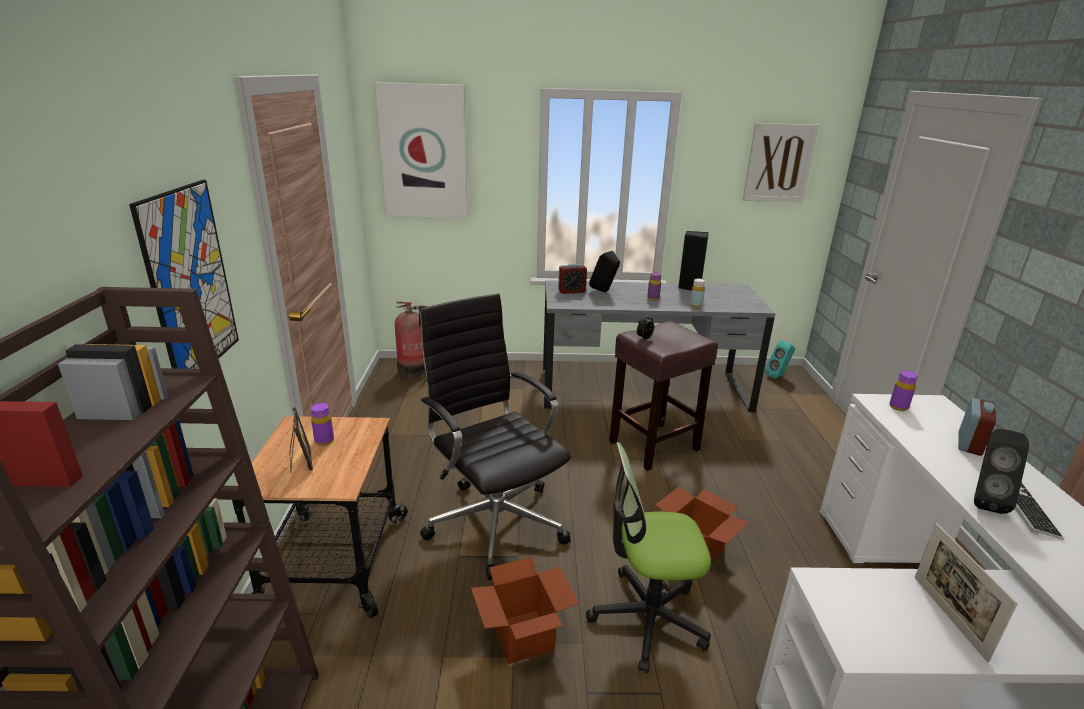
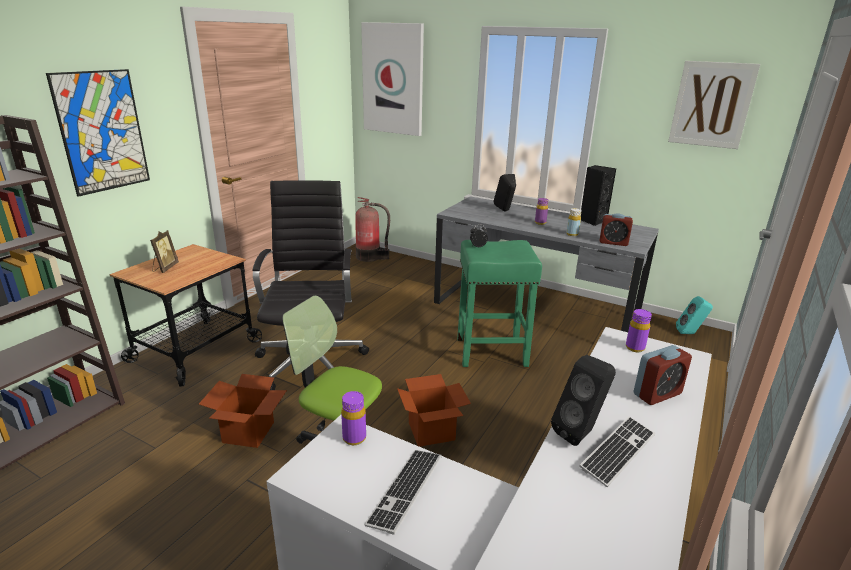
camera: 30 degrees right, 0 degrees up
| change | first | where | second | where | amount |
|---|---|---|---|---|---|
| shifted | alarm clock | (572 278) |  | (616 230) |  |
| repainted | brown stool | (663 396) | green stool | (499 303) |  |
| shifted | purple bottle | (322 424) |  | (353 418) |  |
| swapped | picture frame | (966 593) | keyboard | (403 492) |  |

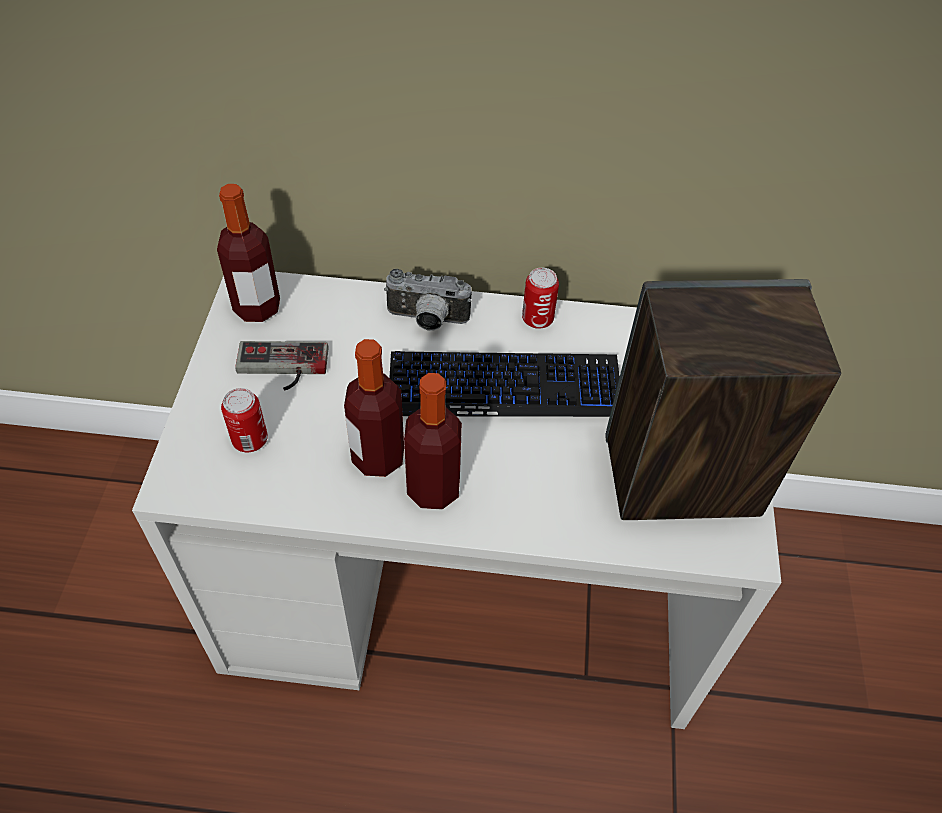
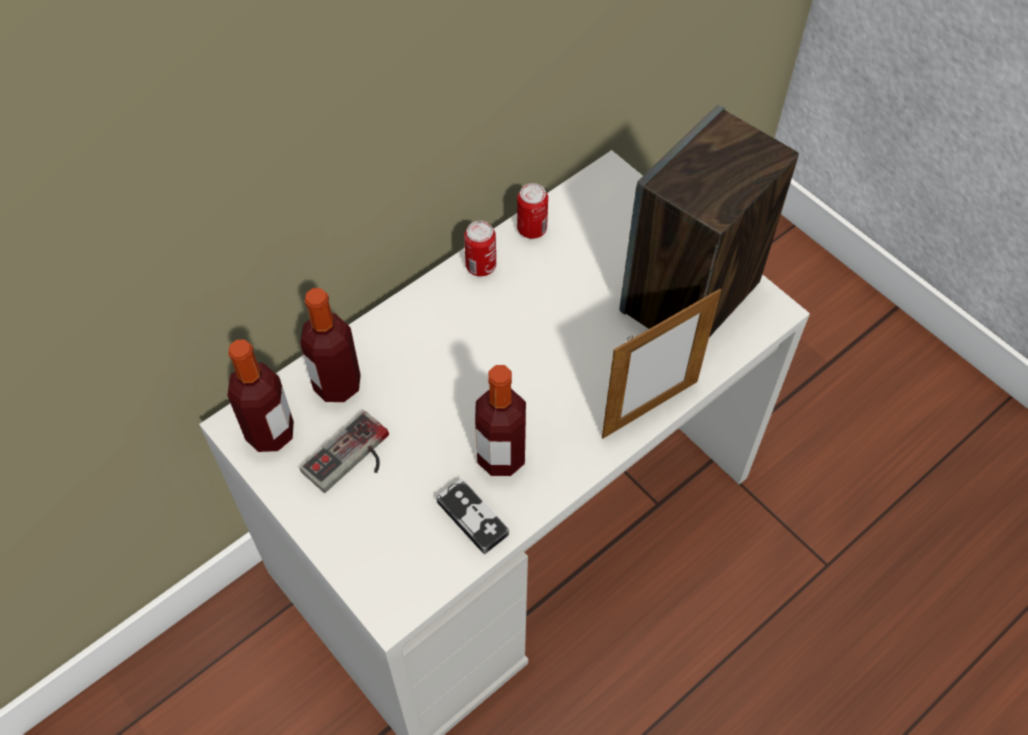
camera: 45 degrees left, 5 degrees up
| change | first | where | second | where | amount |
|---|---|---|---|---|---|
| gone | photo camera | (428 300) |  |  |  |
| gone | keyboard | (505 384) |  |  |  |
| shifted | bottle | (433 441) |  | (330 345) |  |
| shifted | can | (244 420) |  | (532 211) |  |
| new |  |  | picture frame | (661 363) |  |
| new |  |  | game controller | (472 516) |  |

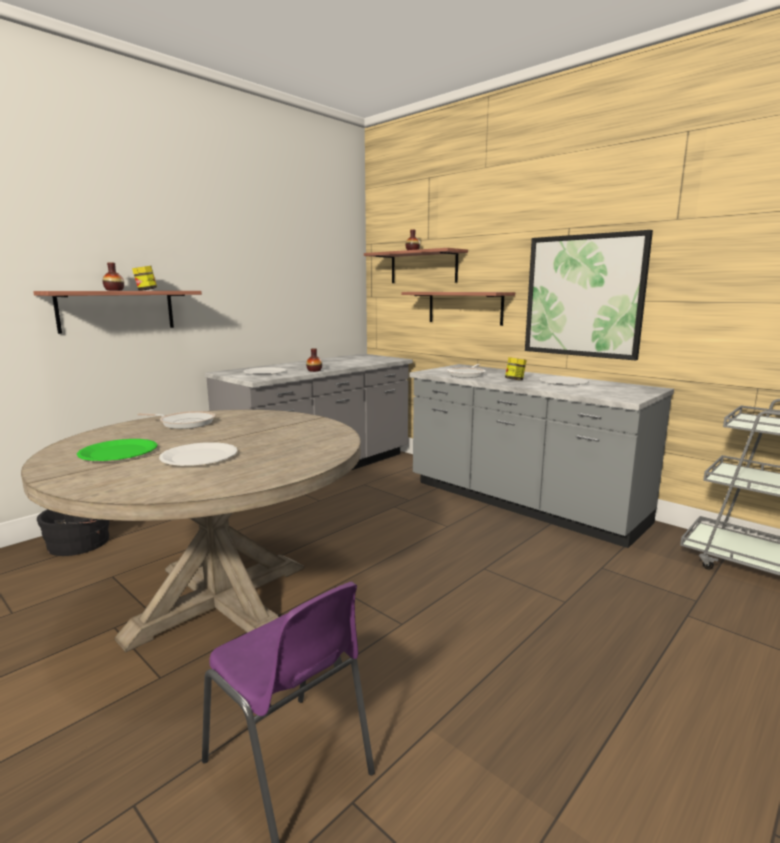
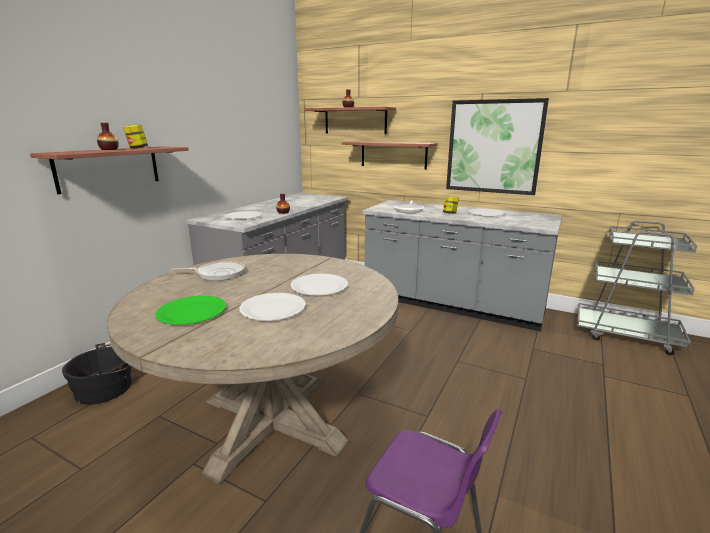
camera: 15 degrees left, 5 degrees up
| change | first | where | second | where | amount |
|---|---|---|---|---|---|
| new |  |  | white plate | (319 284) |  |

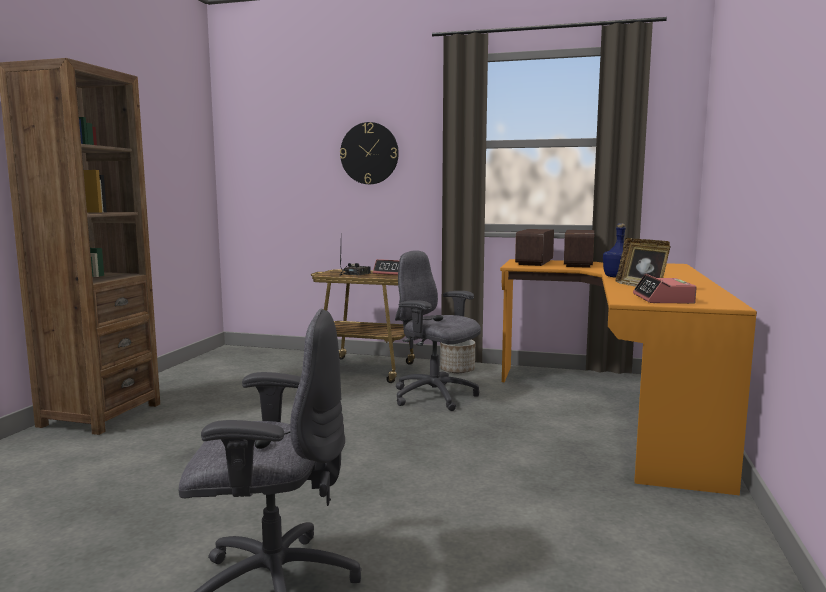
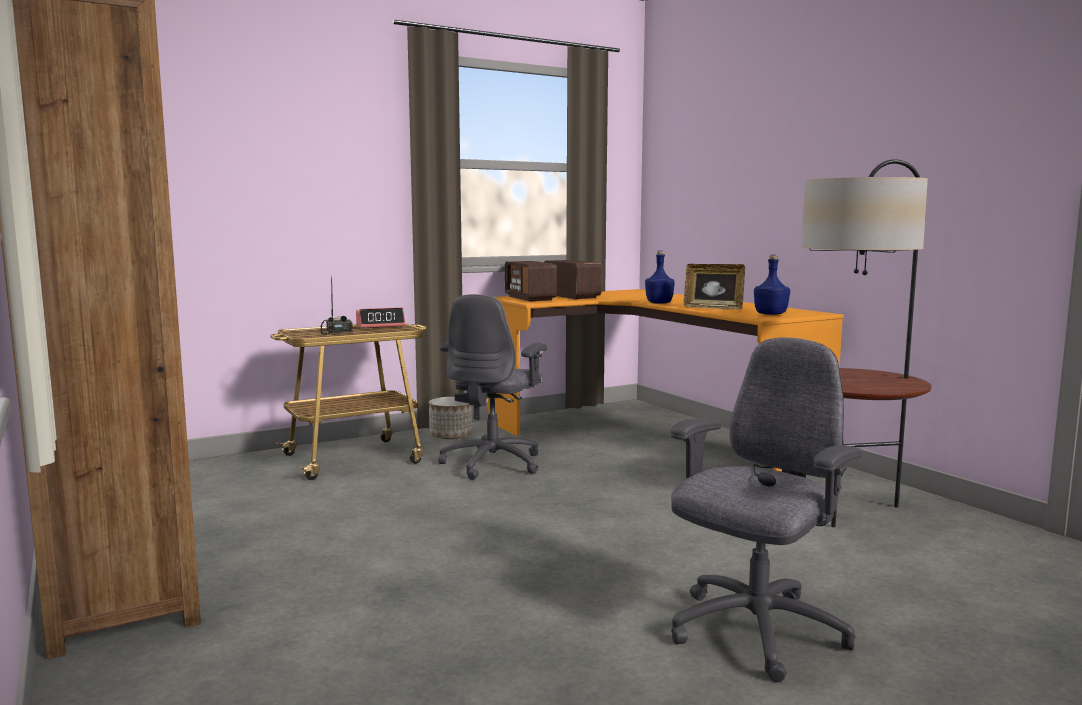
camera: 45 degrees left, 0 degrees up
| change | first | where | second | where | amount |
|---|---|---|---|---|---|
| gone | wall clock | (369 153) |  |  |  |
| rotated | grey office chair | (438 330) |  | (492 387) | 60 degrees counterclockwise |
| swapped | alarm clock | (665 289) | blue bottle | (772 285) |  |
| new |  |  | floor lamp | (866 343) |  |

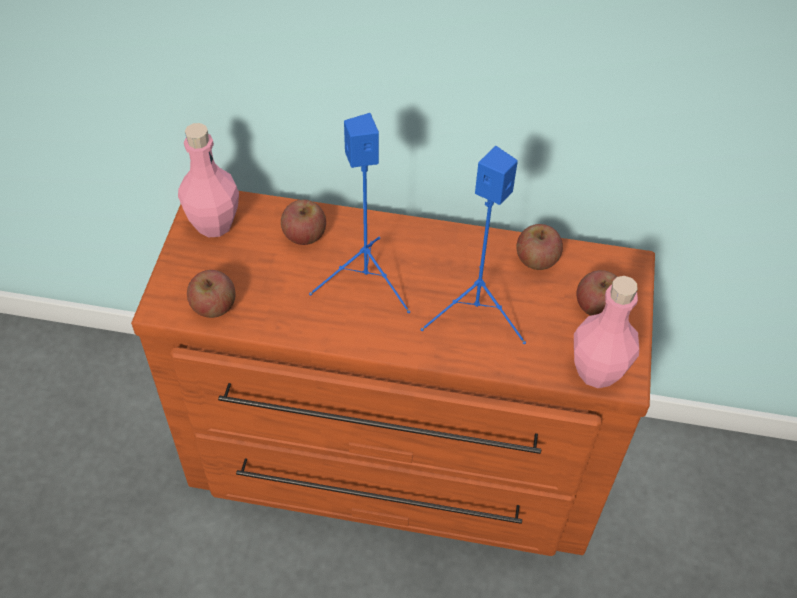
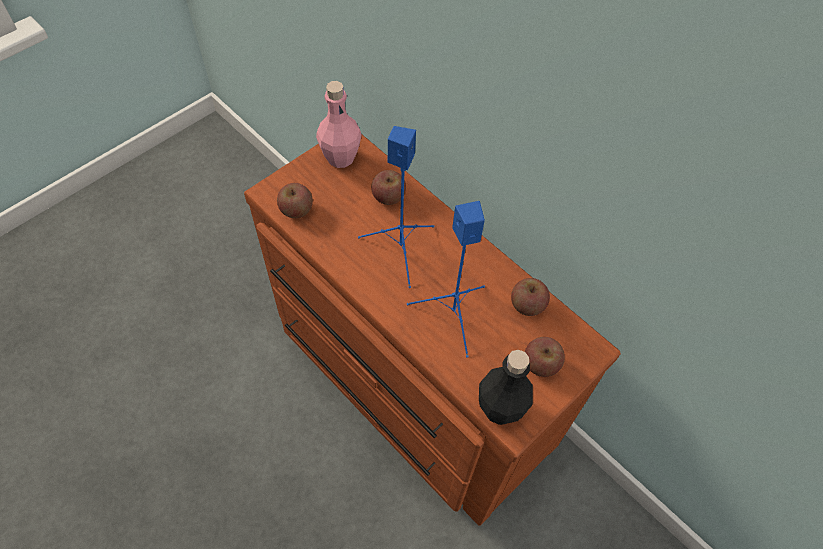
camera: 35 degrees right, 5 degrees up
| change | first | where | second | where | amount |
|---|---|---|---|---|---|
| repainted | pink bottle | (606 332) | black bottle | (506 387) |  |

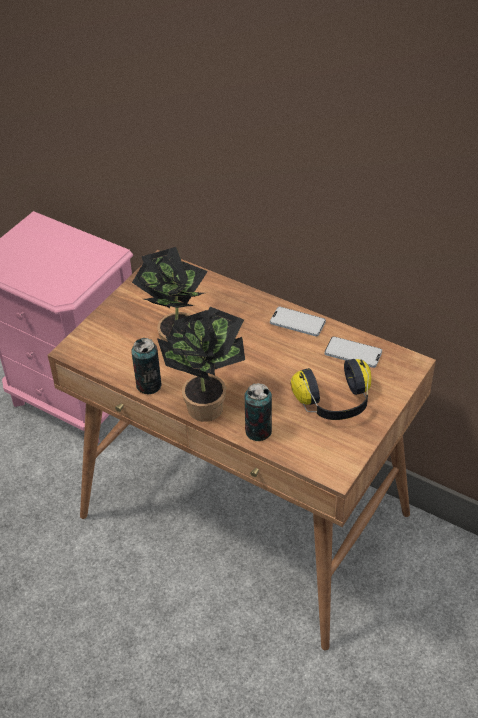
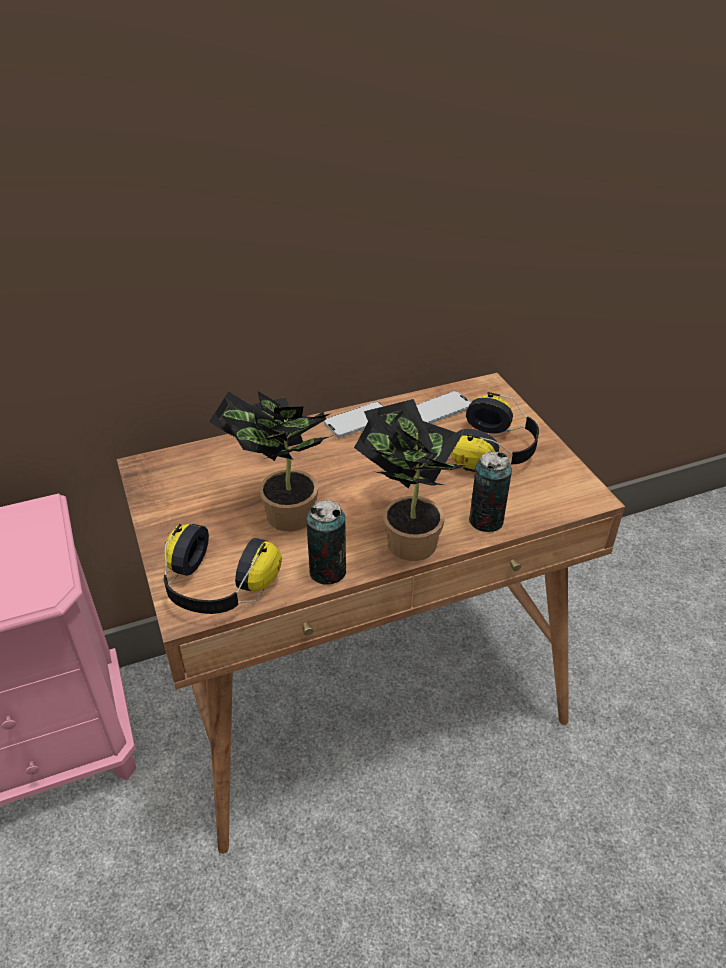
camera: 55 degrees left, 5 degrees down
| change | first | where | second | where | amount |
|---|---|---|---|---|---|
| new |  |  | headphones | (223 569) |  |

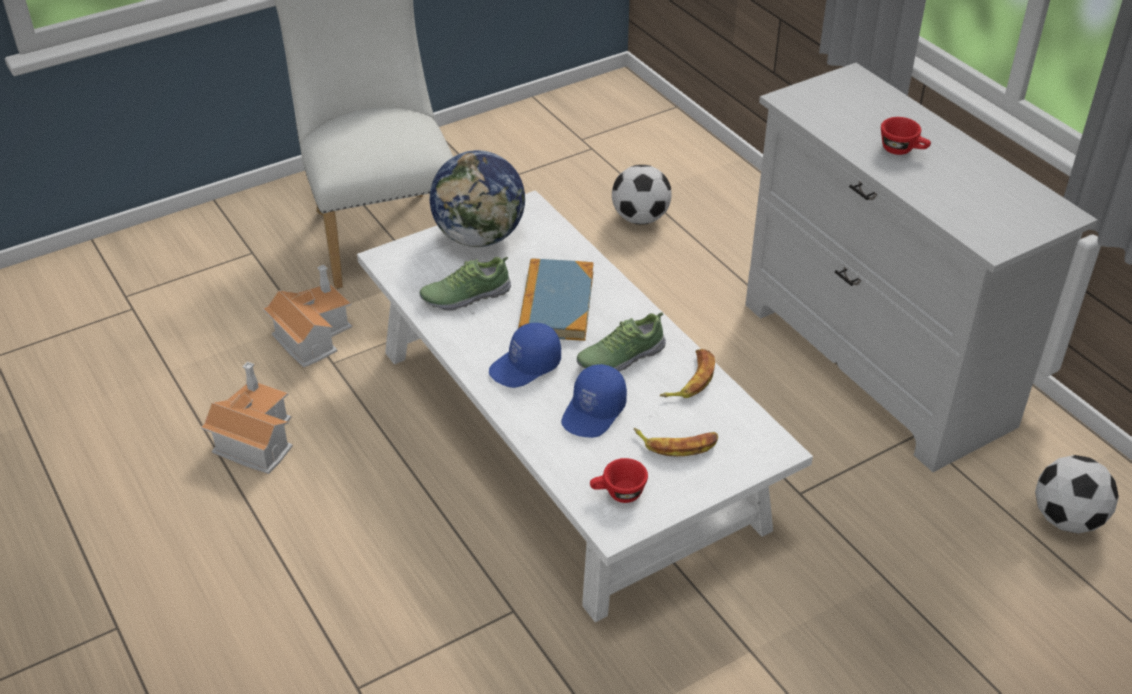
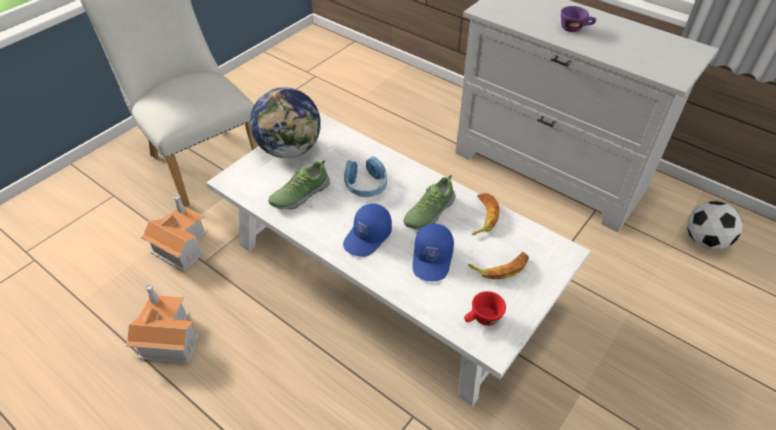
camera: 20 degrees left, 5 degrees up
| change | first | where | second | where | amount |
|---|---|---|---|---|---|
| repainted | red cup | (906 136) | purple cup | (578 19) |  |
| gone | football | (642 194) |  |  |  |
| swapped | book | (556 299) | blue headphones | (365 176) |  |

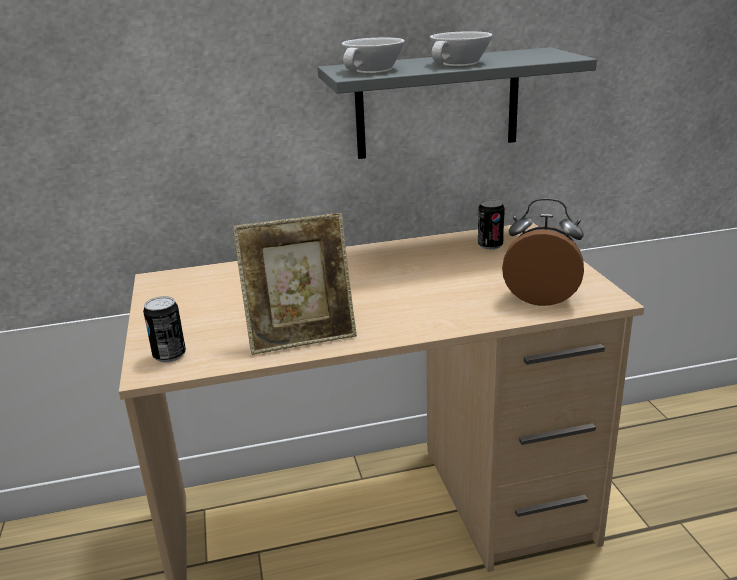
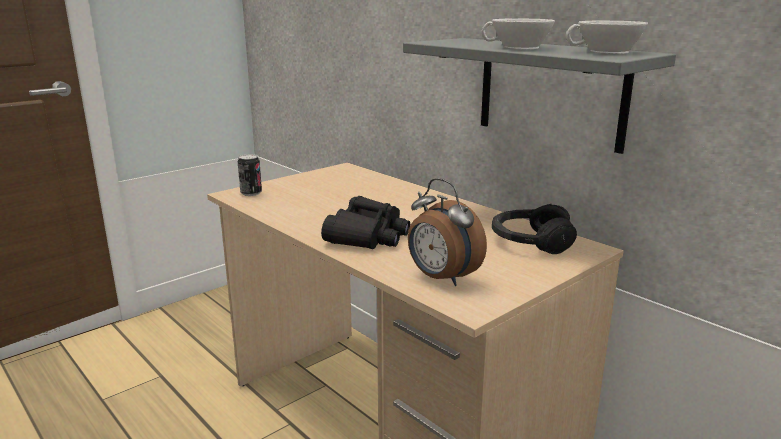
camera: 60 degrees right, 5 degrees down
| change | first | where | second | where | amount |
|---|---|---|---|---|---|
| shifted | white cup | (373 55) |  | (607 37) |  |
| rotated | alarm clock | (543 252) |  | (447 232) | 150 degrees clockwise |
| swapped | can | (491 224) | black headphones | (534 229) |  |
| gone | picture frame | (295 284) |  |  |  |
| new |  |  | black binoculars | (365 222) |  |

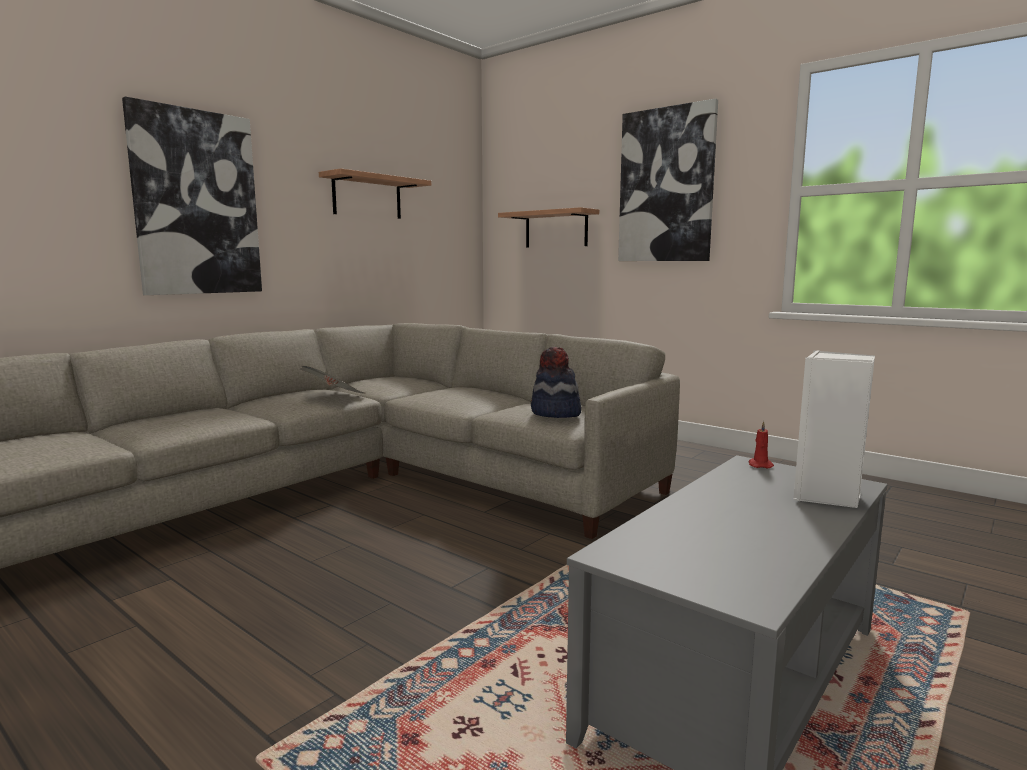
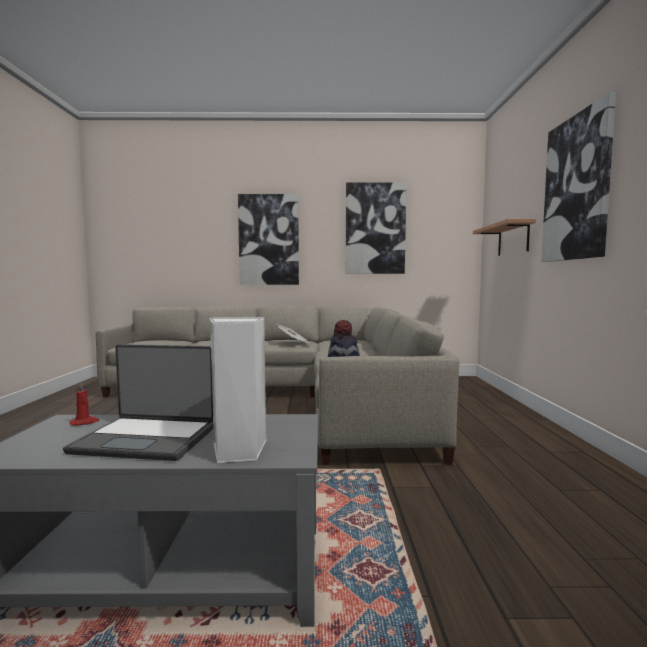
camera: 50 degrees right, 5 degrees down
| change | first | where | second | where | amount |
|---|---|---|---|---|---|
| swapped | shelf | (375 193) | picture | (376 228) |  |
| shifted | red candle | (761 444) |  | (84 404) |  |
| new |  |  | laptop | (138 402) |  |

